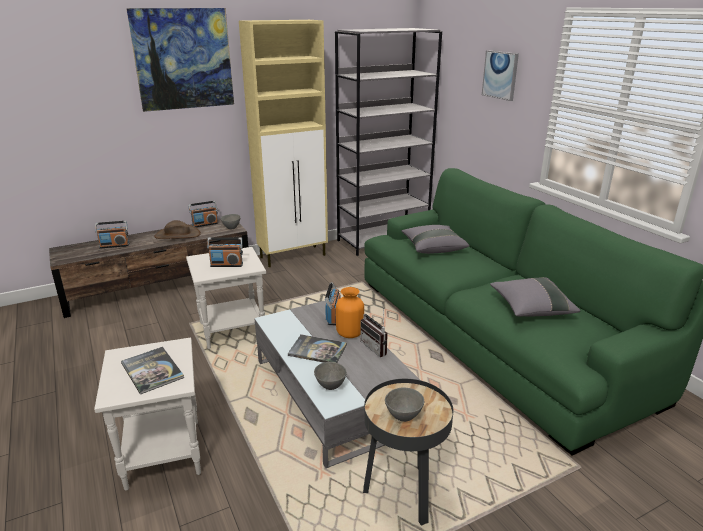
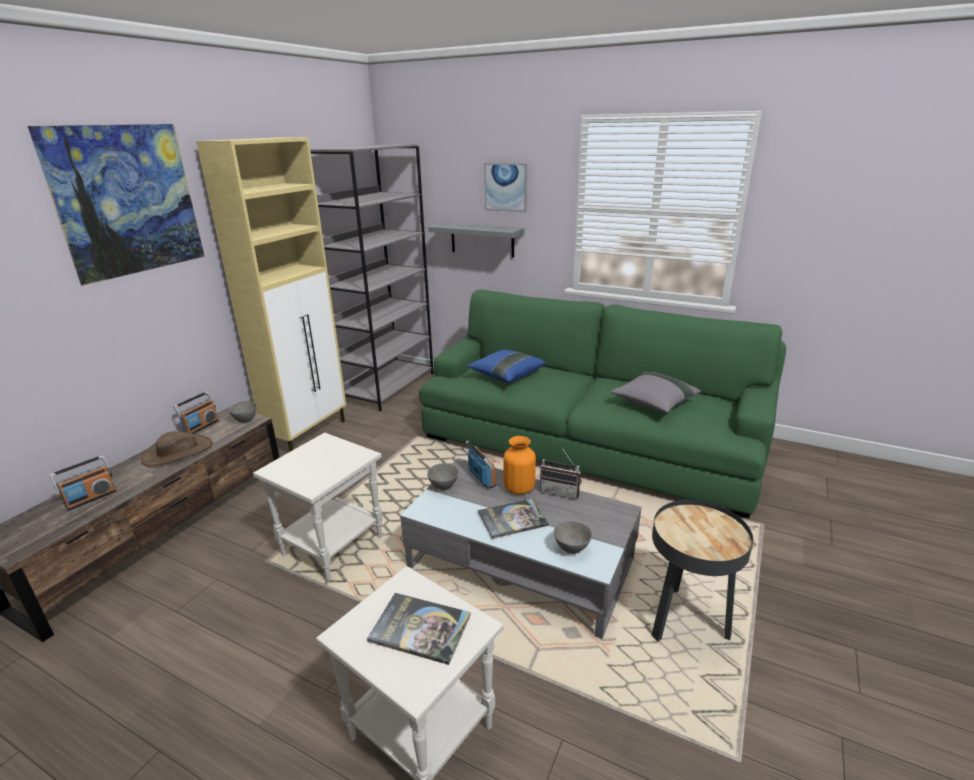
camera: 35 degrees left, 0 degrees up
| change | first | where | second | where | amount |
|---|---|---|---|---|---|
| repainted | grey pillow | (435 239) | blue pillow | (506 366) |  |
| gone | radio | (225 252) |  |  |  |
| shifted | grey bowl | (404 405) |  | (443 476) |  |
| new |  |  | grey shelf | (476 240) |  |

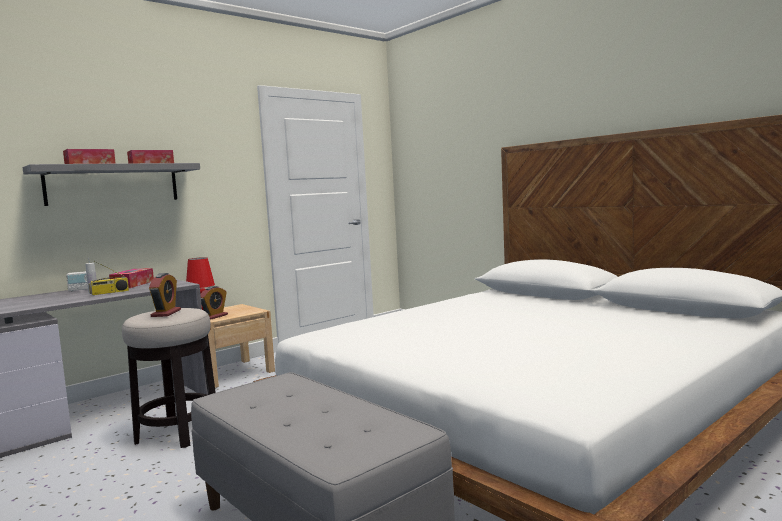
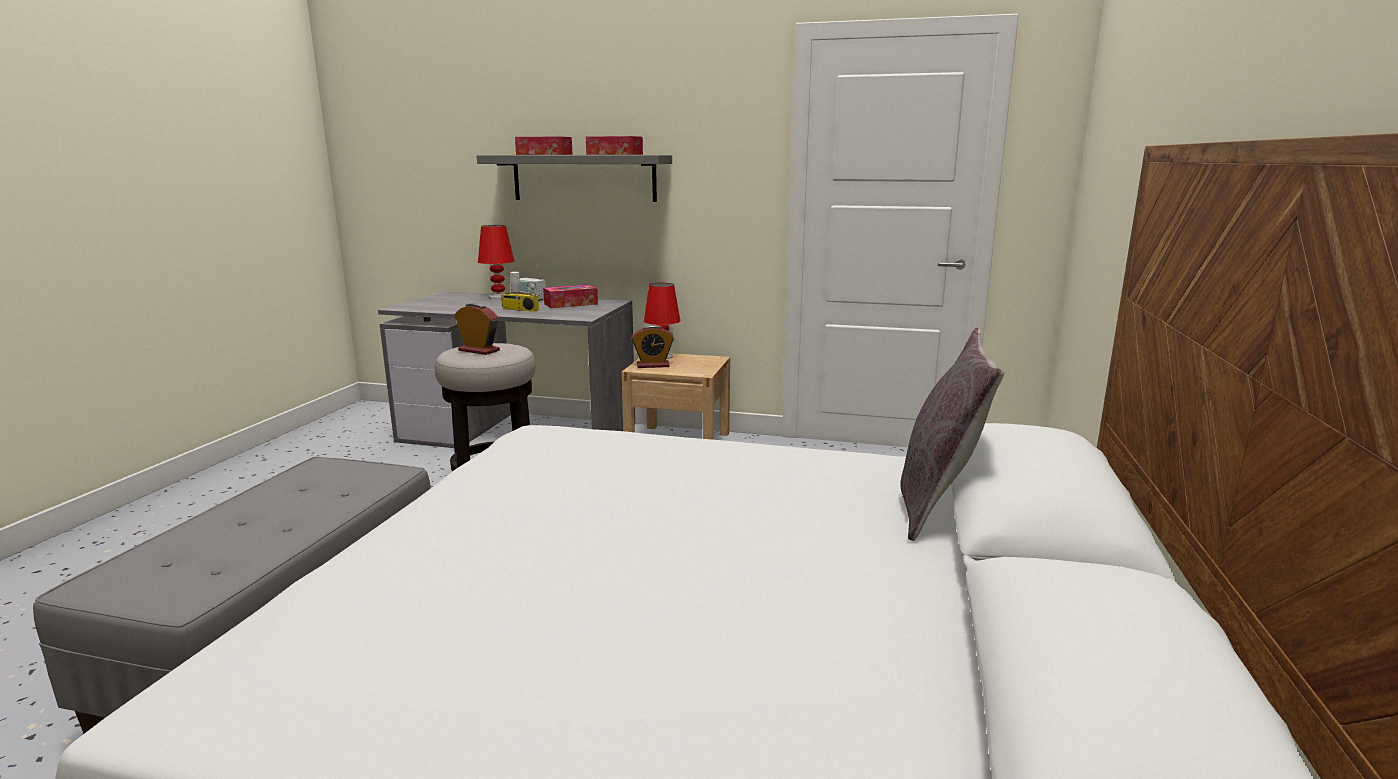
camera: 55 degrees right, 10 degrees up
| change | first | where | second | where | amount |
|---|---|---|---|---|---|
| rotated | alarm clock | (165 295) |  | (477 329) | 120 degrees counterclockwise |
| new |  |  | red table lamp | (496 262) |  |
| new |  |  | grey pillow | (952 434) |  |

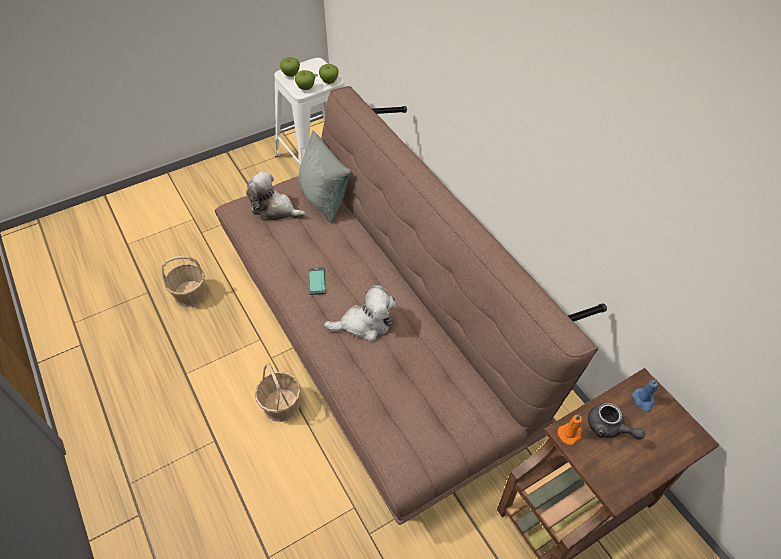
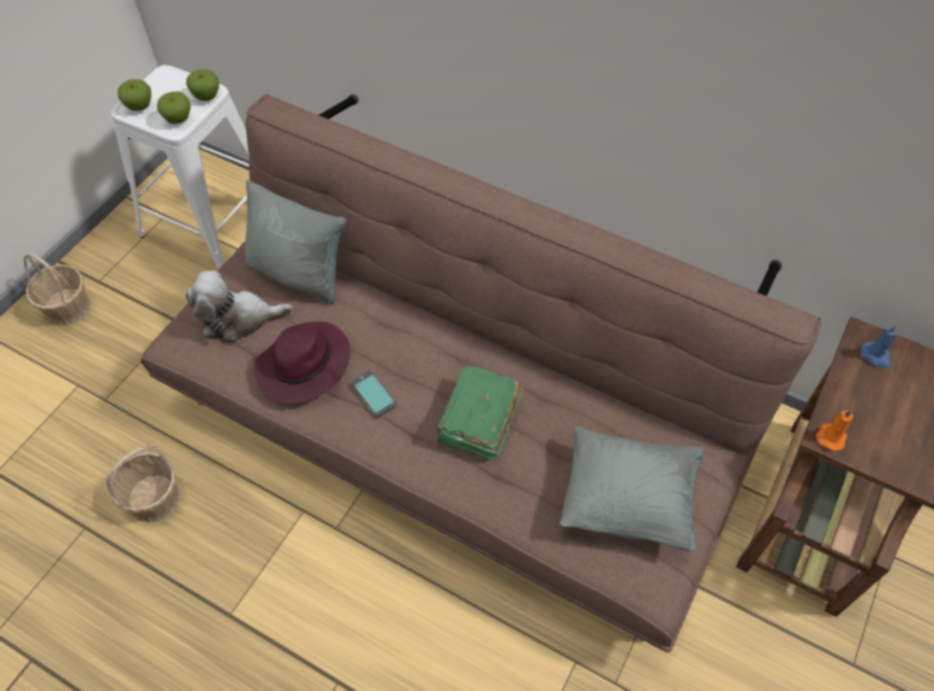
camera: 30 degrees left, 5 degrees up
| change | first | where | second | where | amount |
|---|---|---|---|---|---|
| swapped | plush toy | (360 313) | green book | (479 413) |  |
| shifted | basket | (278 392) |  | (57 289) |  |
| gone | grey teapot | (616 421) |  |  |  |
| new |  |  | purple hat | (302 363) |  |
| new |  |  | grey pillow | (632 489) |  |

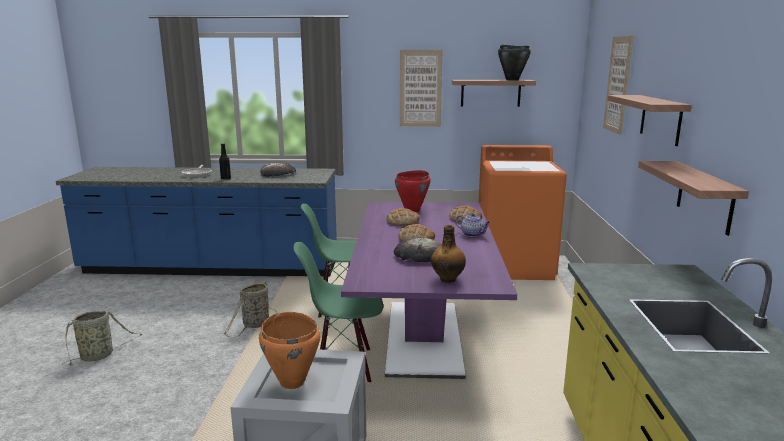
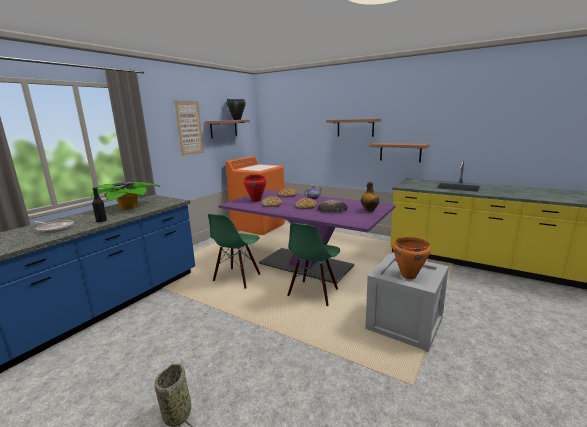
camera: 60 degrees left, 0 degrees up
| change | first | where | second | where | amount |
|---|---|---|---|---|---|
| gone | picture | (618 85) |  |  |  |
| swapped | bread | (278 170) | potted plant | (126 196) |  |
| gone | basket | (250 310) |  |  |  |

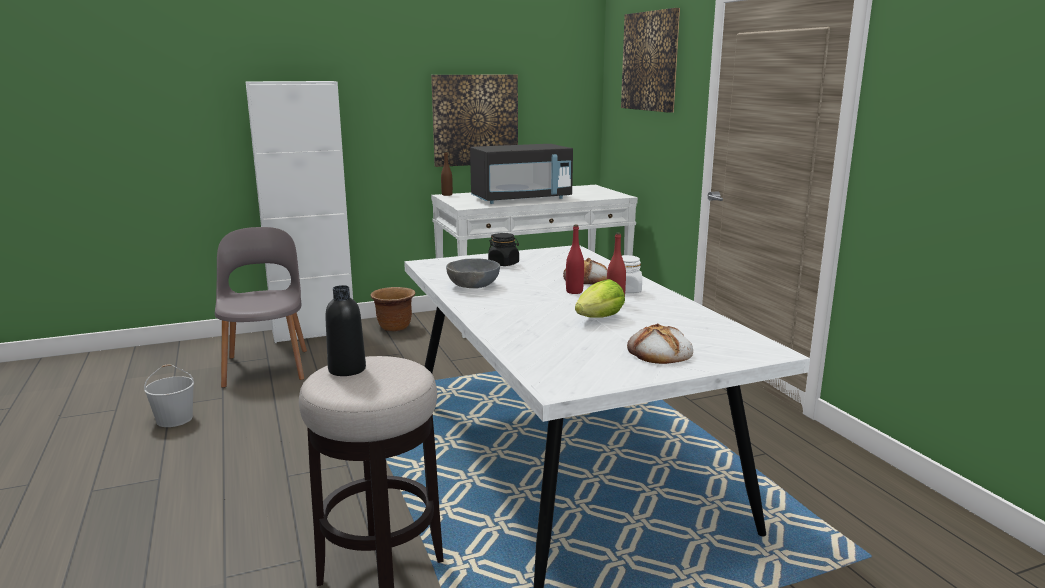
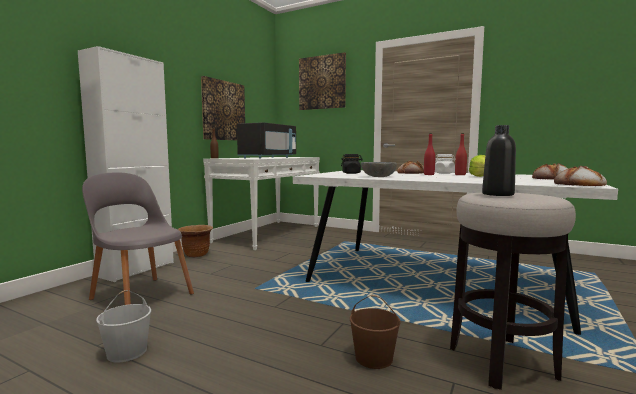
camera: 40 degrees left, 10 degrees down
| change | first | where | second | where | amount |
|---|---|---|---|---|---|
| new |  |  | bread | (580 176) |  |
| new |  |  | brown bucket | (375 332) |  |

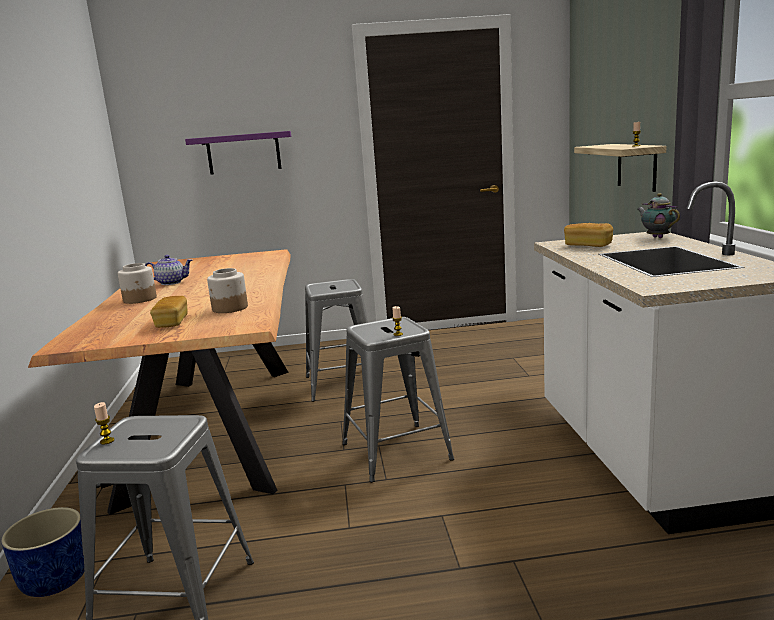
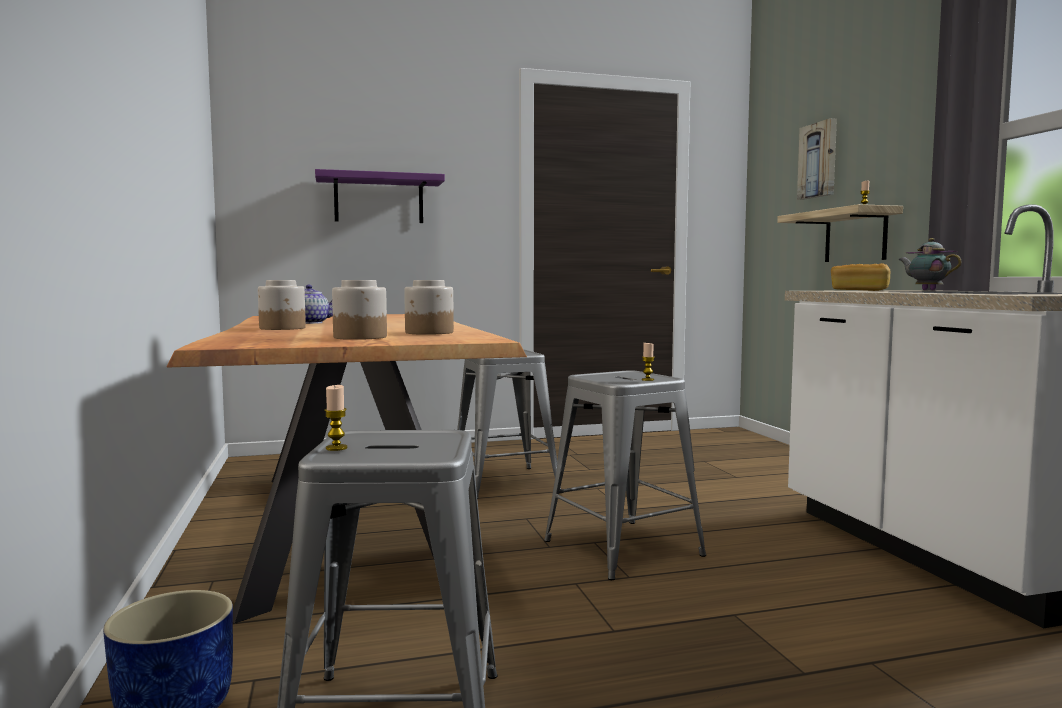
camera: 10 degrees left, 10 degrees down
| change | first | where | second | where | amount |
|---|---|---|---|---|---|
| swapped | bread | (169 312) | jar | (359 310) |  |
| new |  |  | picture | (817 159) |  |

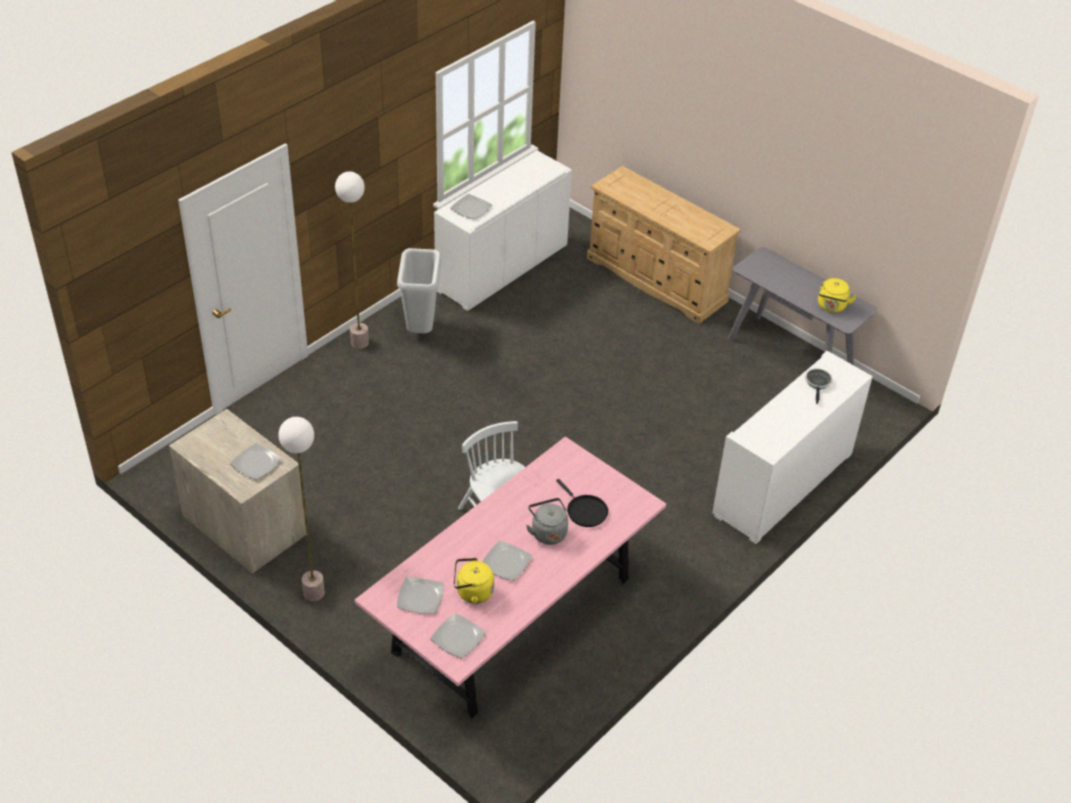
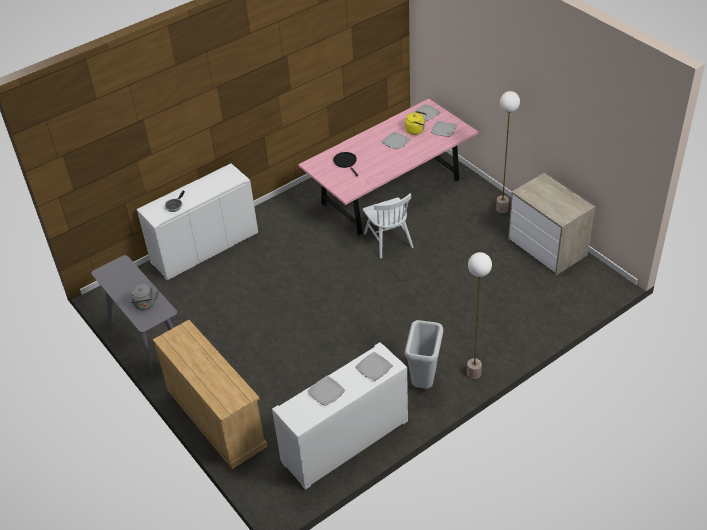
camera: 165 degrees left, 0 degrees up
| change | first | where | second | where | amount |
|---|---|---|---|---|---|
| gone | yellow kettle | (837 295) |  |  |  |
| shifted | plate | (256 461) |  | (326 391) |  |
| shifted | grey kettle | (547 521) |  | (144 297) |  |

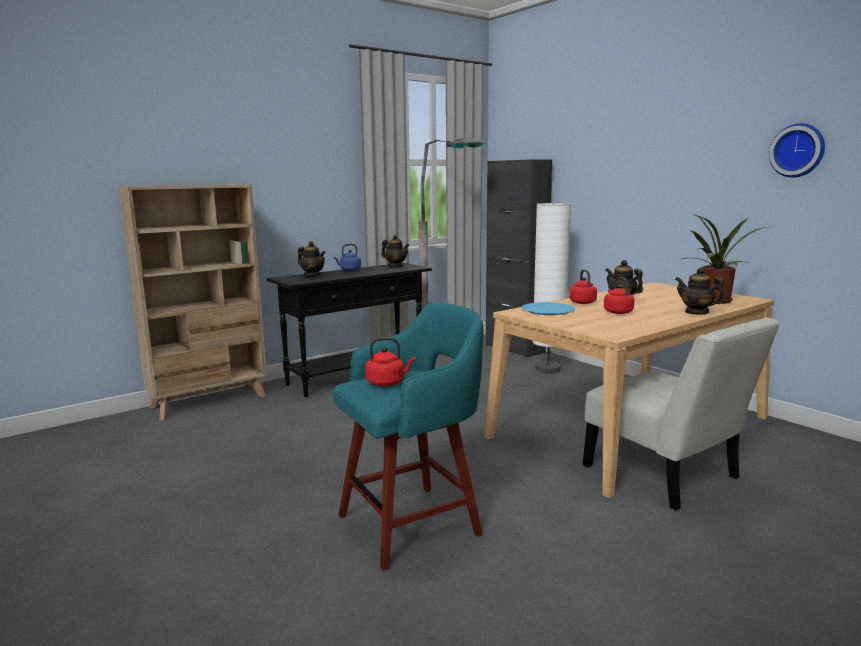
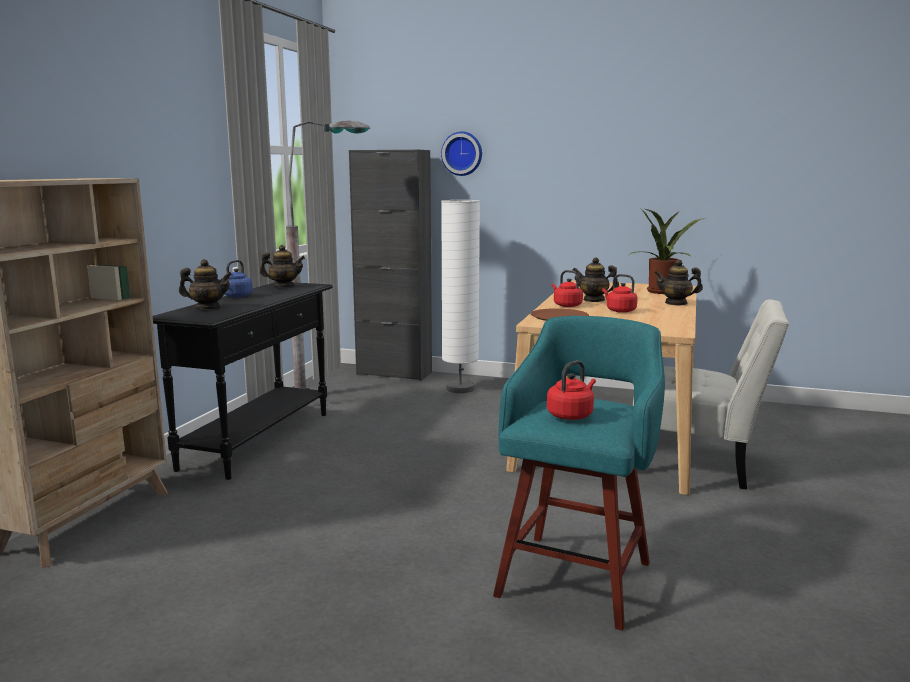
camera: 35 degrees left, 0 degrees up
| change | first | where | second | where | amount |
|---|---|---|---|---|---|
| shifted | wall clock | (797 150) |  | (461 153) |  |
| repainted | blue plate | (548 308) | brown plate | (560 314) |  |

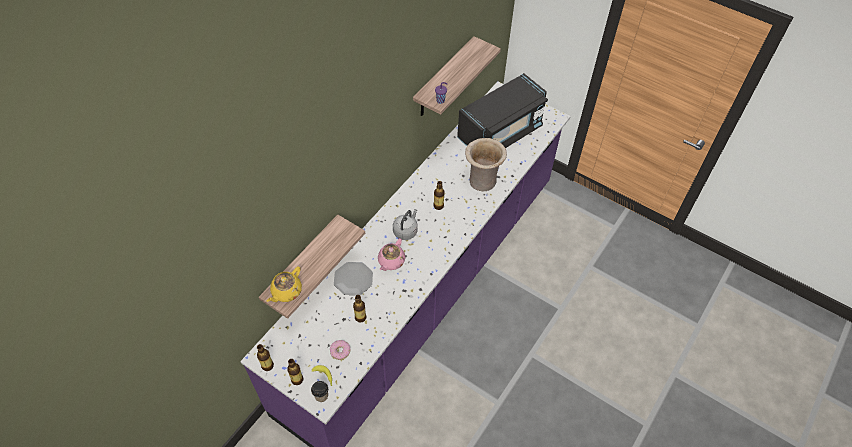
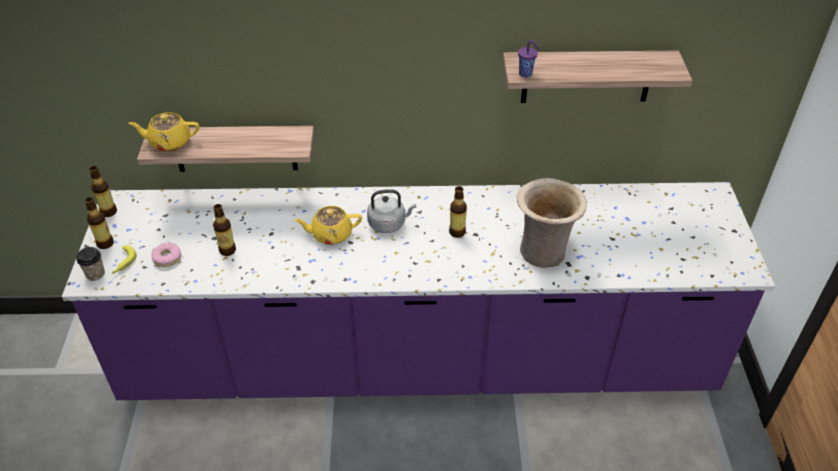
camera: 55 degrees right, 10 degrees down
| change | first | where | second | where | amount |
|---|---|---|---|---|---|
| gone | black microwave | (502 110) |  |  |  |
| repainted | pink teapot | (391 254) | yellow teapot | (328 225) |  |
| gone | plate | (353 278) |  |  |  |

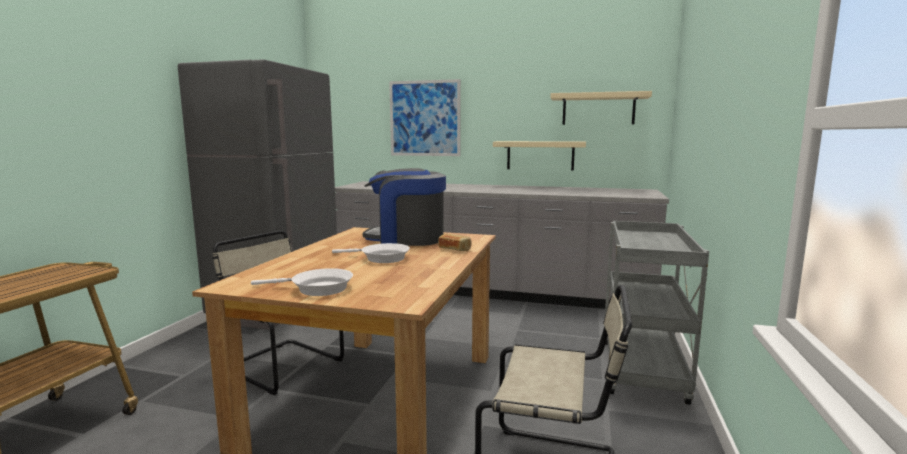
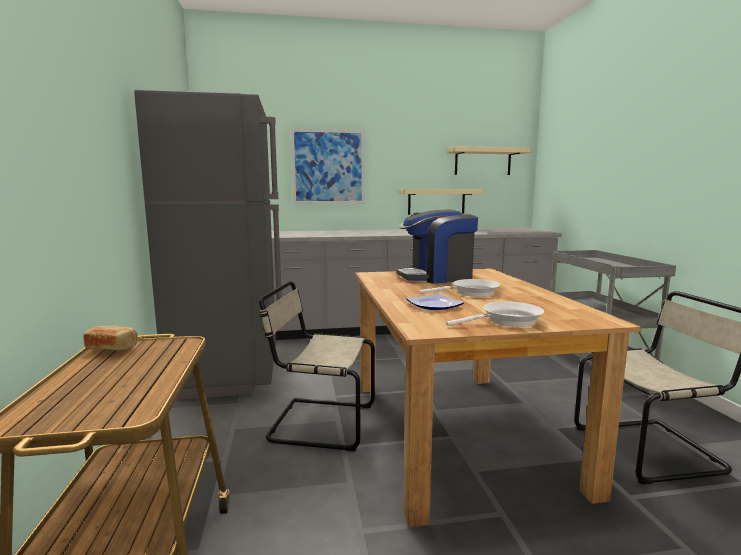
camera: 25 degrees left, 0 degrees up
| change | first | where | second | where | amount |
|---|---|---|---|---|---|
| shifted | bread | (455 242) |  | (110 338) |  |
| new |  |  | plate | (435 301) |  |

